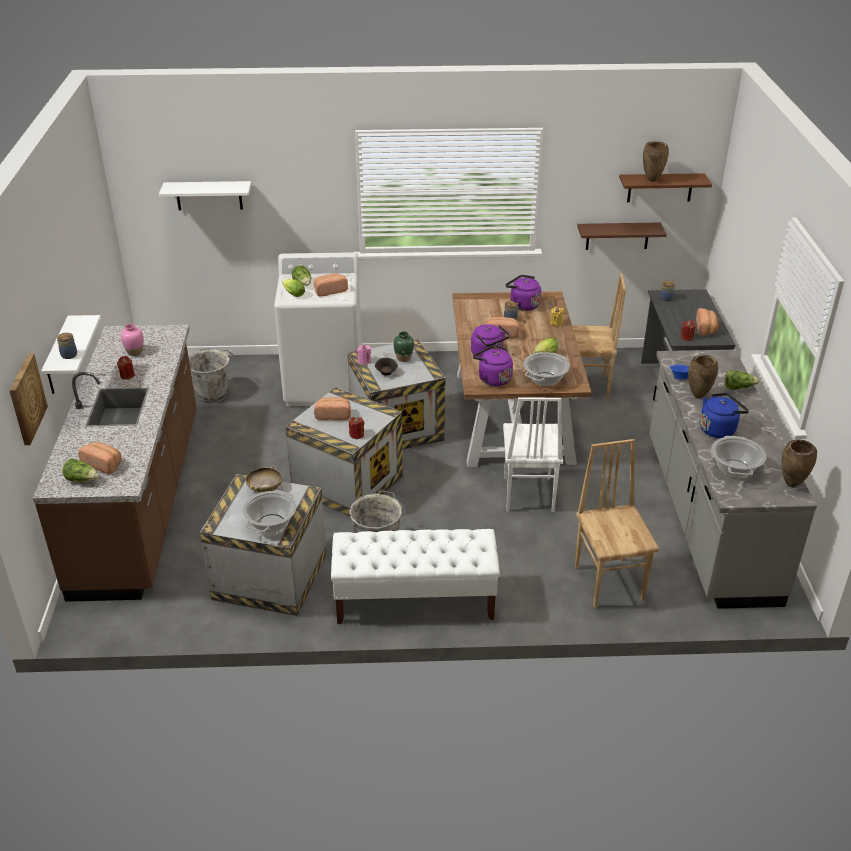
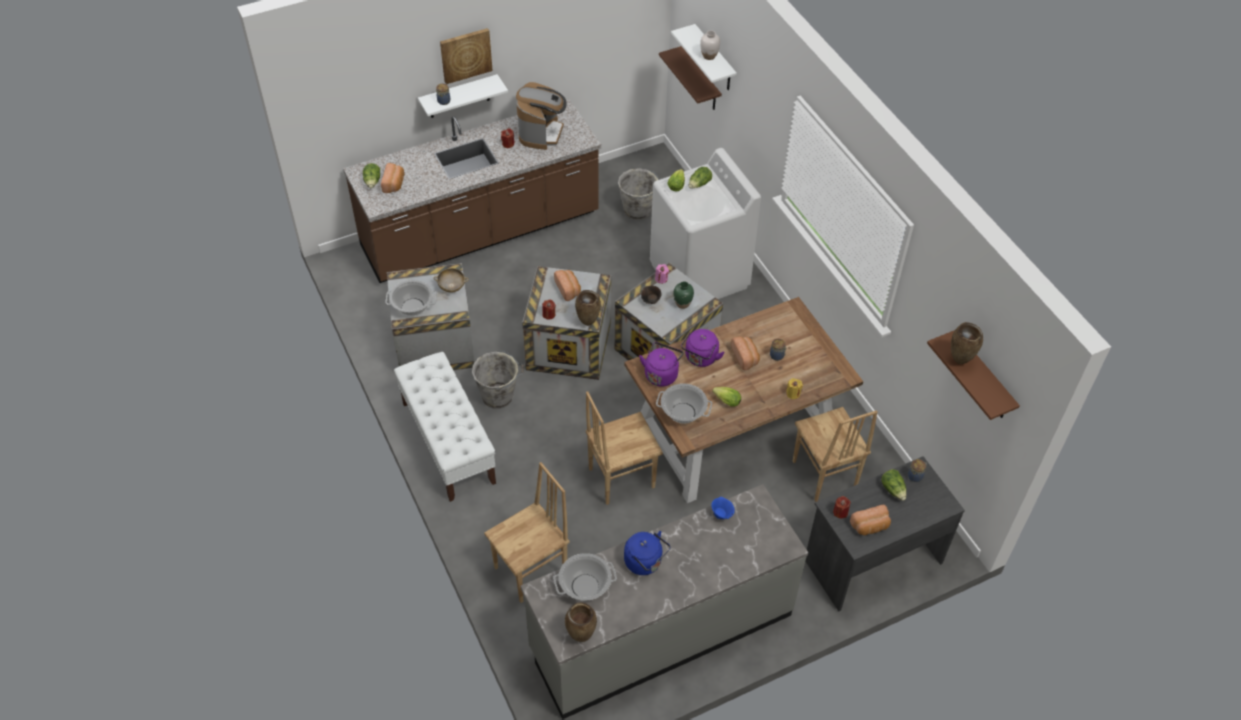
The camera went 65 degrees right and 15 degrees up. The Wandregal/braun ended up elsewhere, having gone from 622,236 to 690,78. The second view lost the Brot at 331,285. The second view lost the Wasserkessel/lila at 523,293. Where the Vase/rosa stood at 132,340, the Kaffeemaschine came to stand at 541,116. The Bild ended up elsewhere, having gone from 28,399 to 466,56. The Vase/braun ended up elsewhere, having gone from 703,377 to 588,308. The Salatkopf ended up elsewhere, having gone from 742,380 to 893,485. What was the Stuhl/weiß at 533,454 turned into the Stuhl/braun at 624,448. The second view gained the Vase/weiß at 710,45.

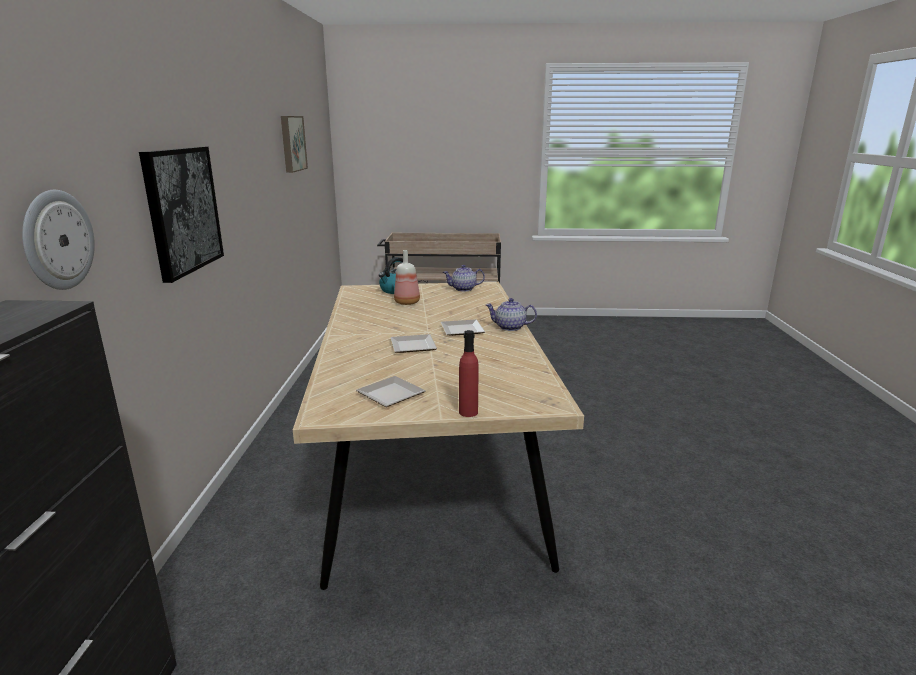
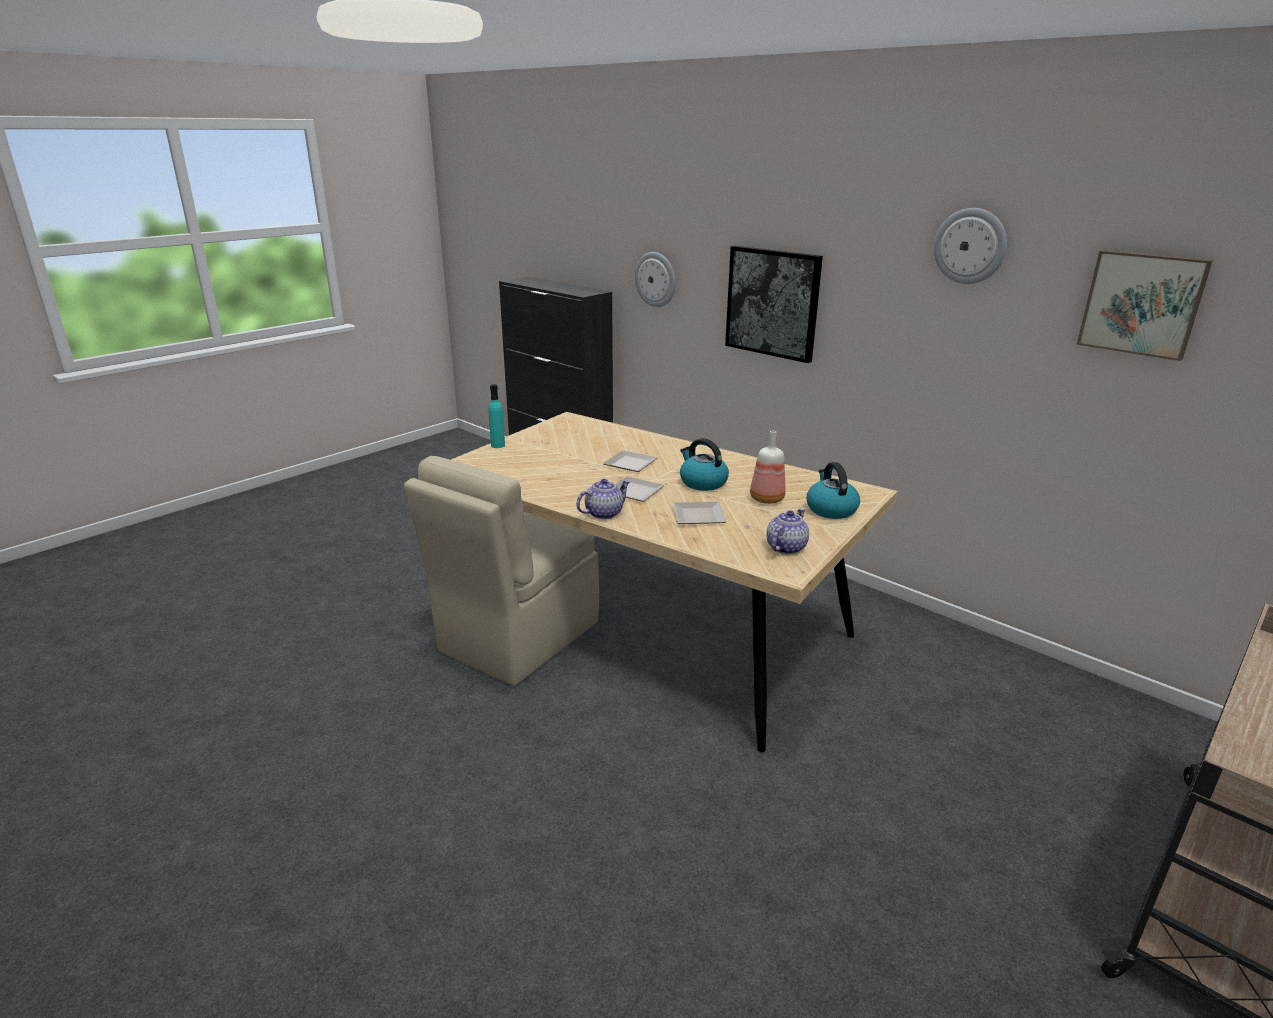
The camera went 130 degrees right and 5 degrees up. What was the Flasche/rot at 468,373 turned into the Flasche/türkis at 496,416. The Teller ended up elsewhere, having gone from 391,391 to 699,513. The second view gained the Wanduhr at 970,246. The second view gained the Wasserkessel at 704,464. The second view gained the Stuhl/beige at 501,571.

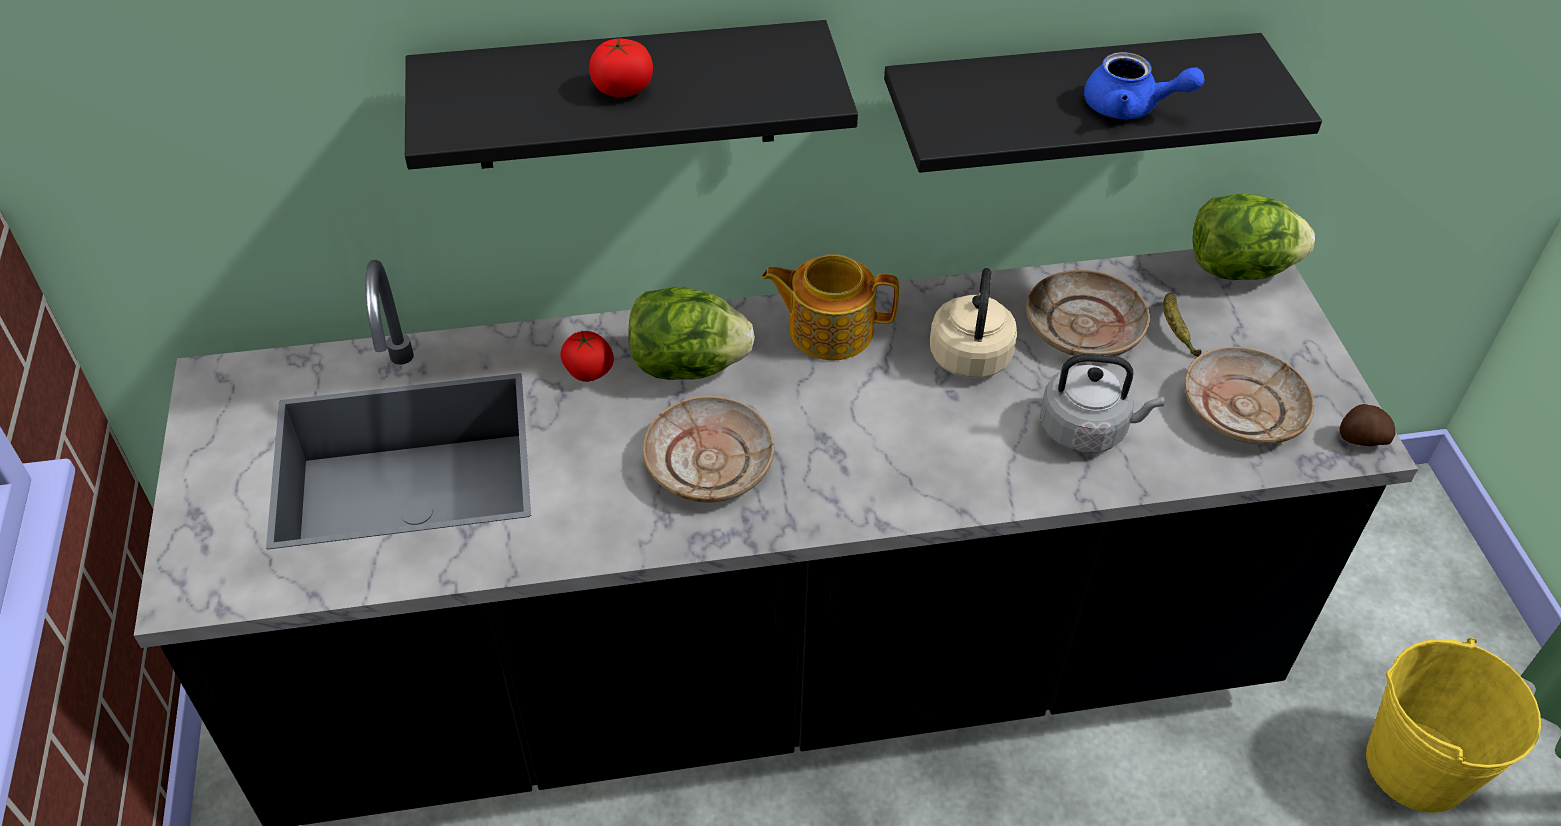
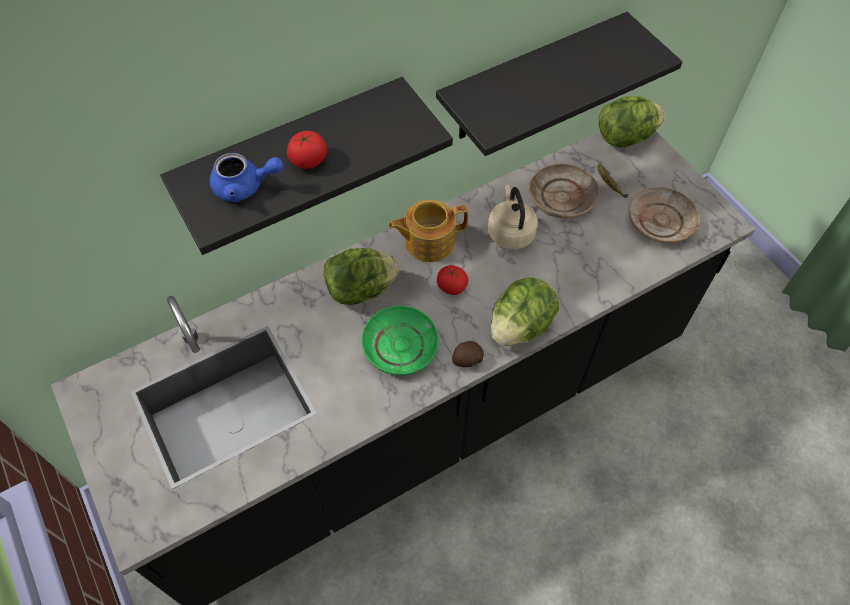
The camera went 20 degrees left and 10 degrees up. The Teekanne/blau ended up elsewhere, having gone from 1144,85 to 247,177. The Tomate ended up elsewhere, having gone from 587,356 to 453,280. The second view lost the Wasserkessel/grau at 1102,403. What was the Teller/beige at 709,449 turned into the Teller/grün at 400,340. The Kartoffel ended up elsewhere, having gone from 1367,425 to 468,354. The second view lost the Eimer/gelb at 1453,725. The second view gained the Salatkopf at 525,311.

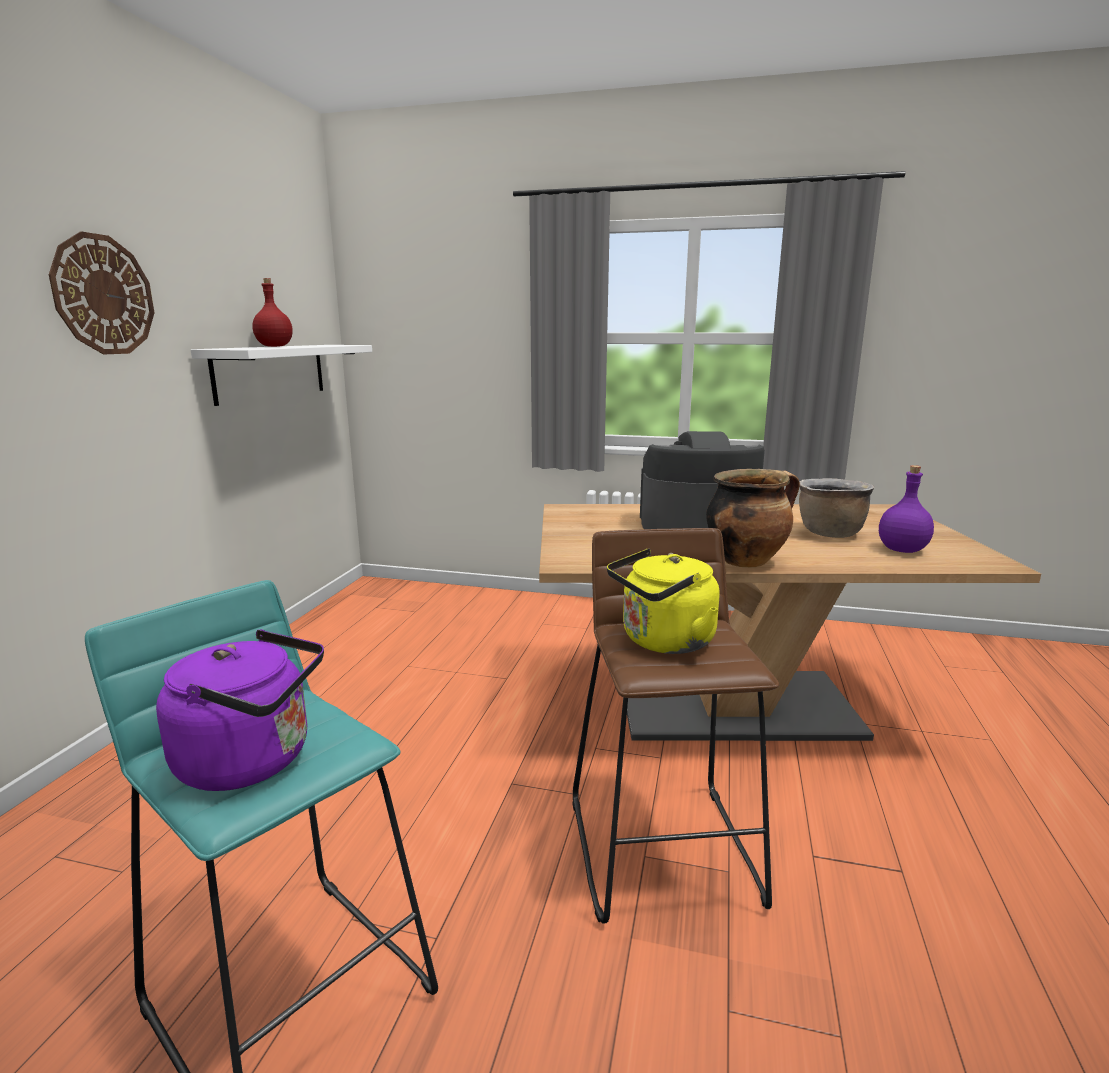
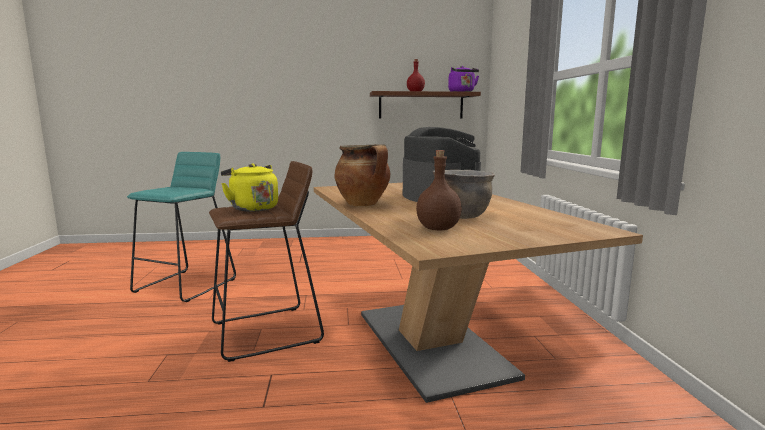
The camera went 70 degrees right and 5 degrees down. The second view lost the Wanduhr at 101,292. What was the Wandregal/weiß at 281,375 turned into the Wandregal/braun at 425,104. What was the Flasche/lila at 906,509 turned into the Flasche/braun at 439,190. The Wasserkessel/lila ended up elsewhere, having gone from 240,710 to 463,79.

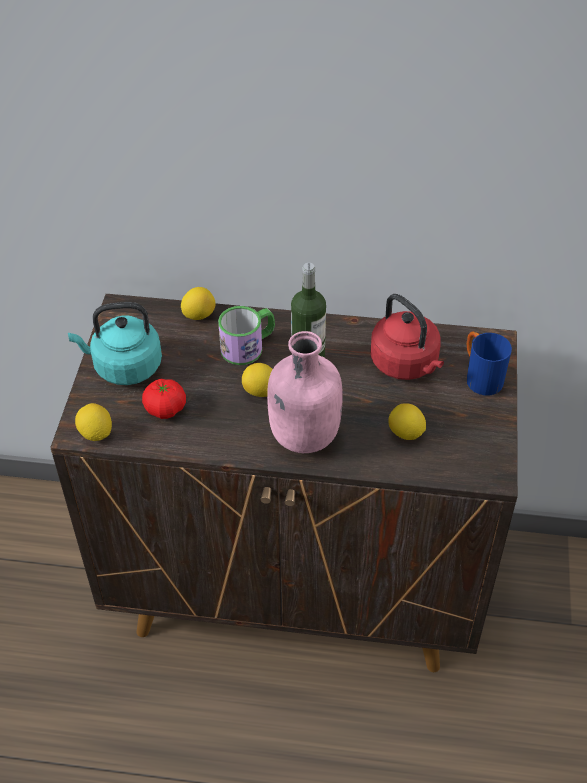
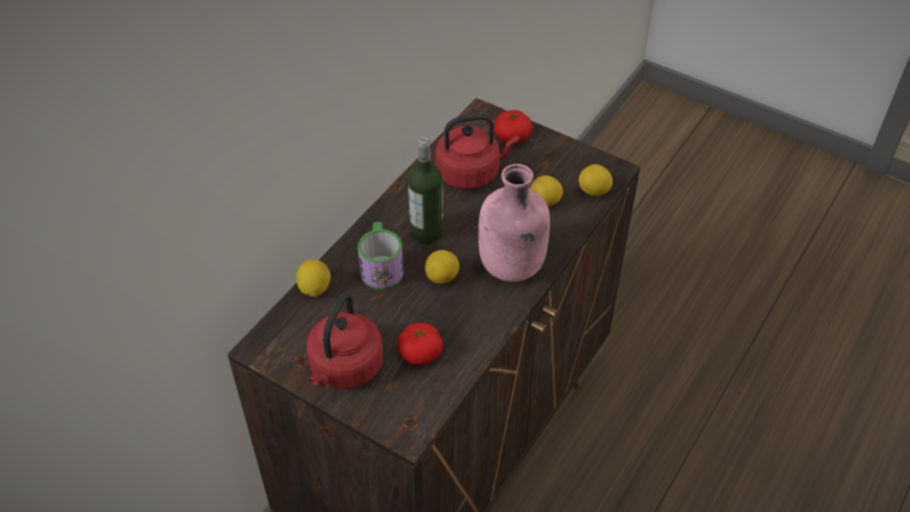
The camera went 65 degrees left and 0 degrees up. What was the Wasserkessel/türkis at 115,343 turned into the Wasserkessel/rot at 345,341. Where the Henkelbecher/blau stood at 489,364, the Tomate came to stand at 513,127. The Zitrone ended up elsewhere, having gone from 93,422 to 596,180.

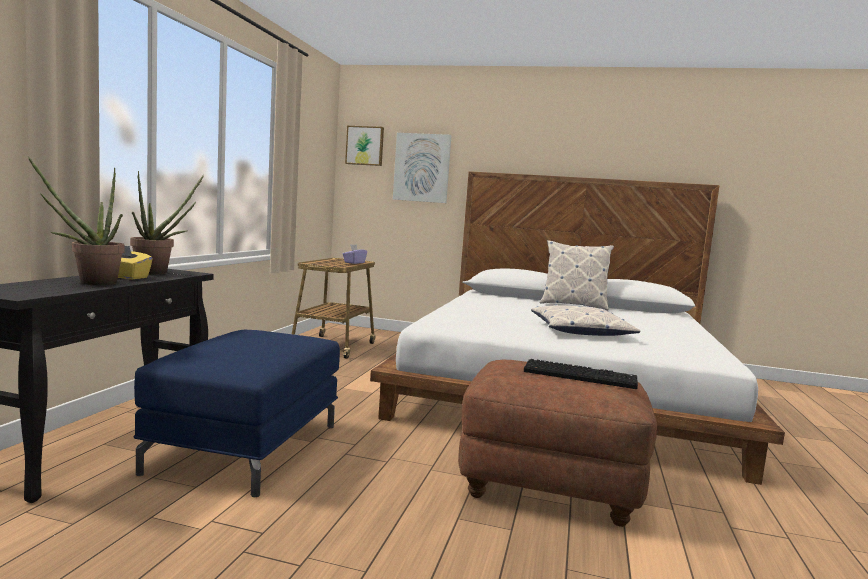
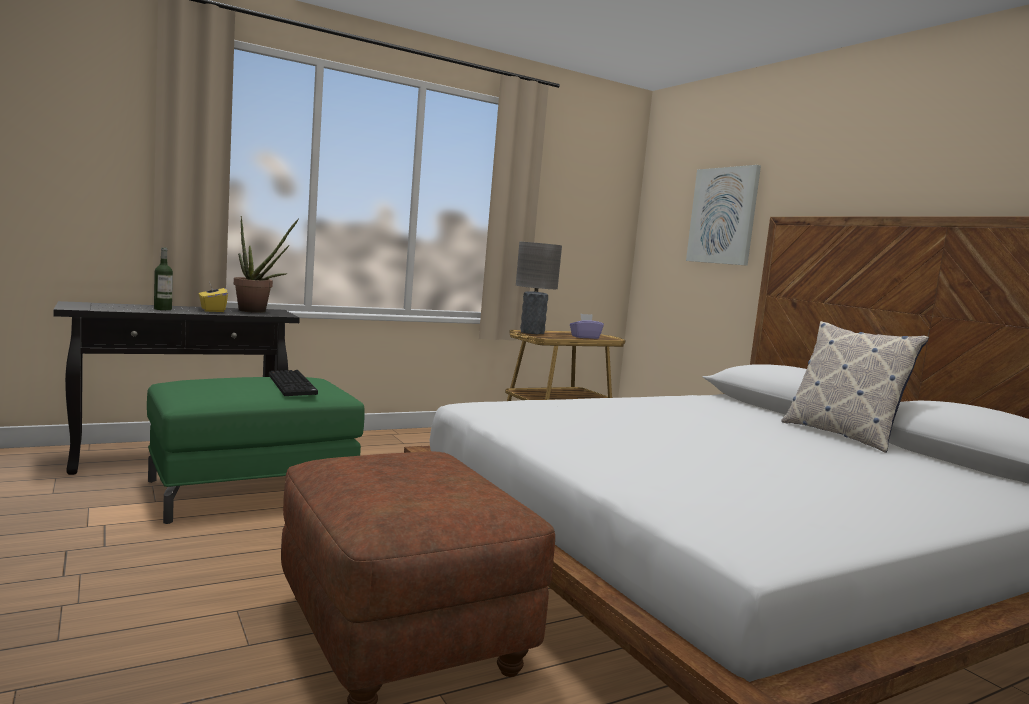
The camera went 45 degrees right and 0 degrees up. The second view lost the Bild at 364,146. Where the Topfpflanze stood at 75,220, the Flasche came to stand at 163,278. The second view lost the Kissen at 586,320. What was the Polsterhocker/blau at 236,413 turned into the Polsterhocker/grün at 255,450. The Tastatur ended up elsewhere, having gone from 581,374 to 293,383. The second view gained the Tischlampe/grau at 539,288.

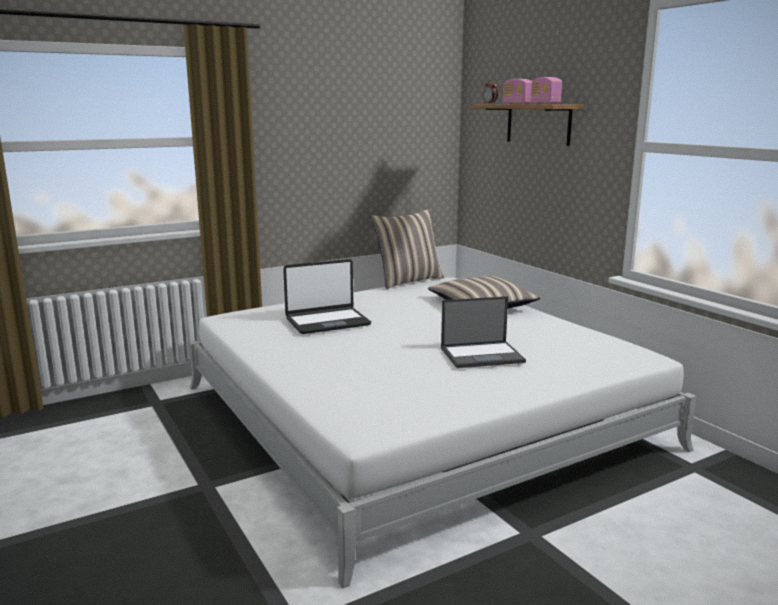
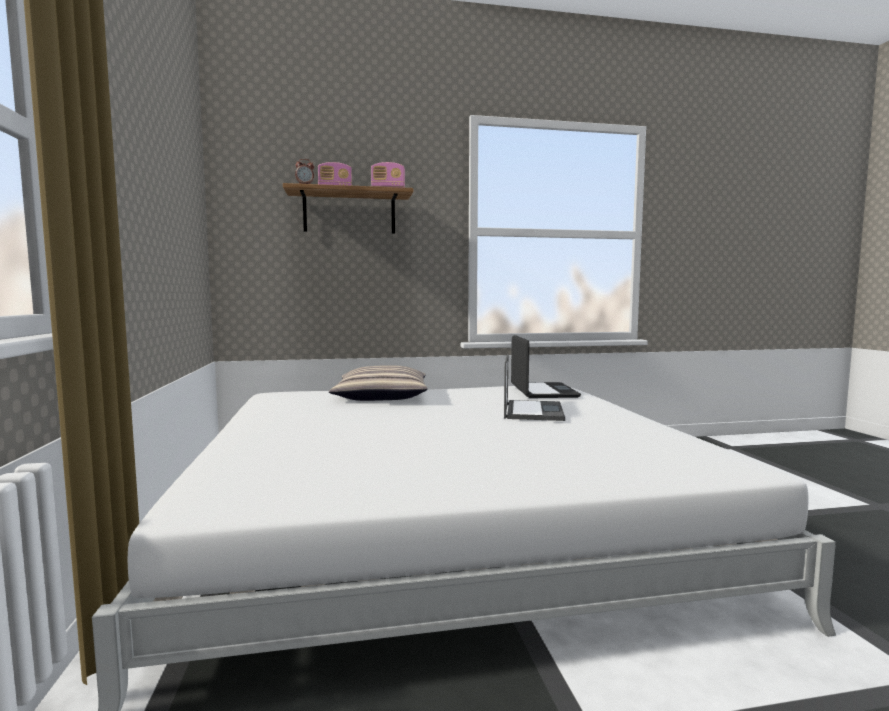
The camera went 70 degrees left and 10 degrees down. The second view lost the Kissen at 407,249. The Laptop ended up elsewhere, having gone from 327,296 to 546,366.

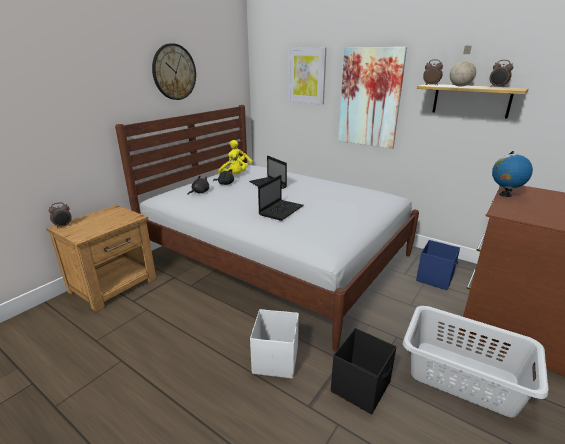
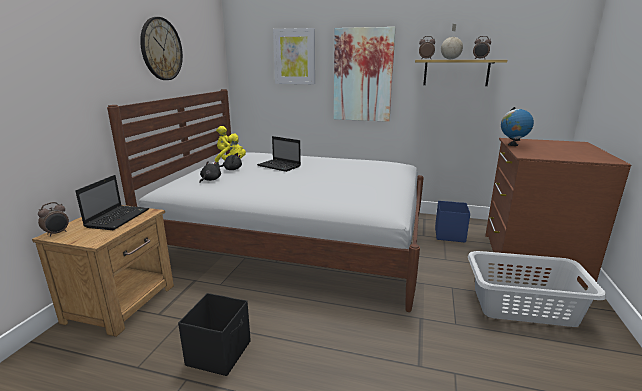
The camera went 20 degrees left and 5 degrees down. The Laptop ended up elsewhere, having gone from 280,198 to 112,202. The second view lost the Aufbewahrungsbox/weiß at 274,344. The Aufbewahrungsbox/schwarz ended up elsewhere, having gone from 364,371 to 214,334.

